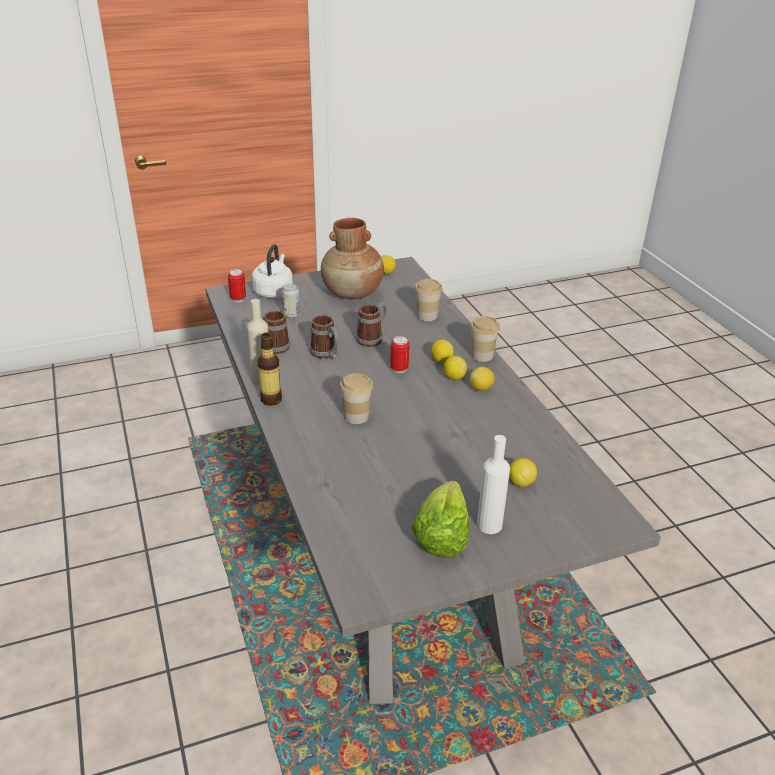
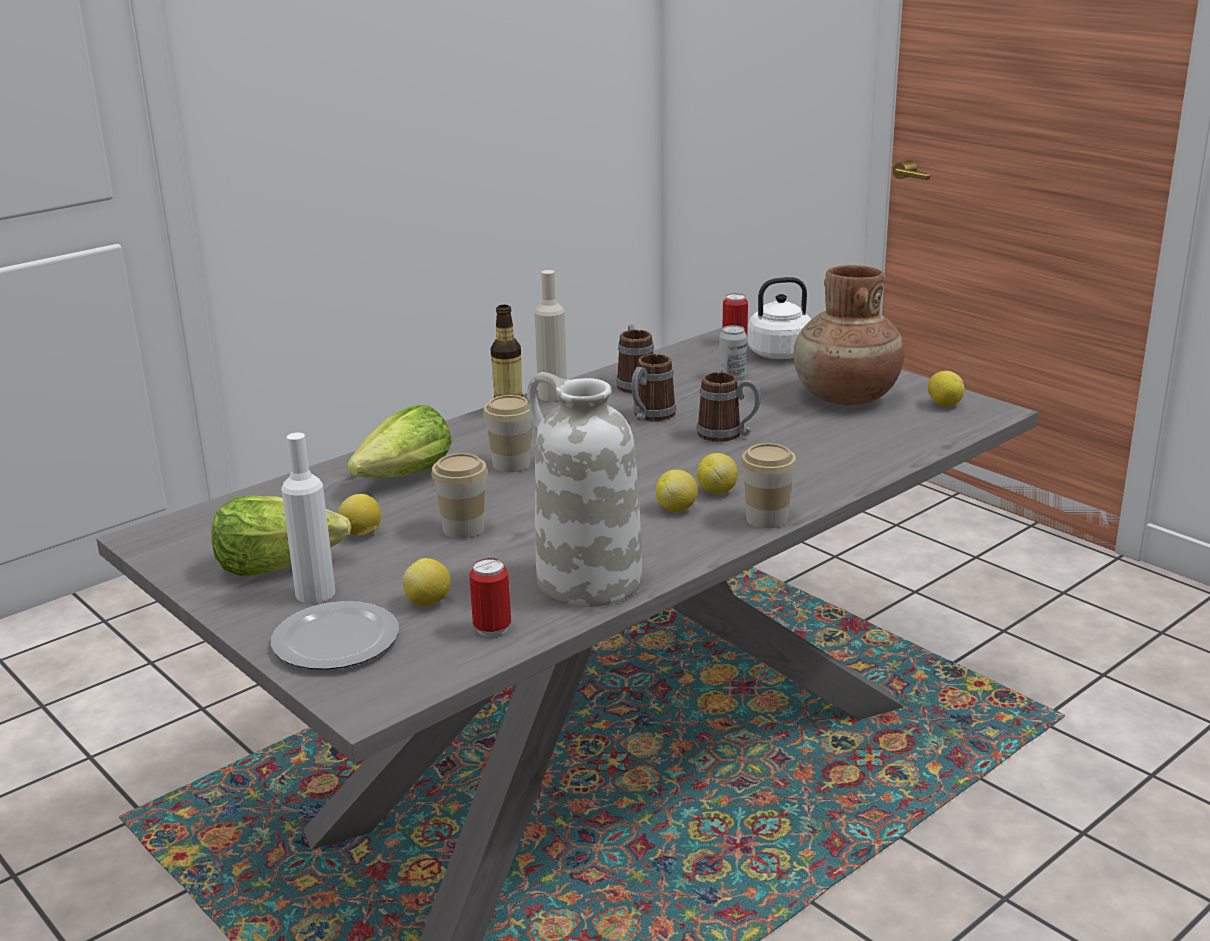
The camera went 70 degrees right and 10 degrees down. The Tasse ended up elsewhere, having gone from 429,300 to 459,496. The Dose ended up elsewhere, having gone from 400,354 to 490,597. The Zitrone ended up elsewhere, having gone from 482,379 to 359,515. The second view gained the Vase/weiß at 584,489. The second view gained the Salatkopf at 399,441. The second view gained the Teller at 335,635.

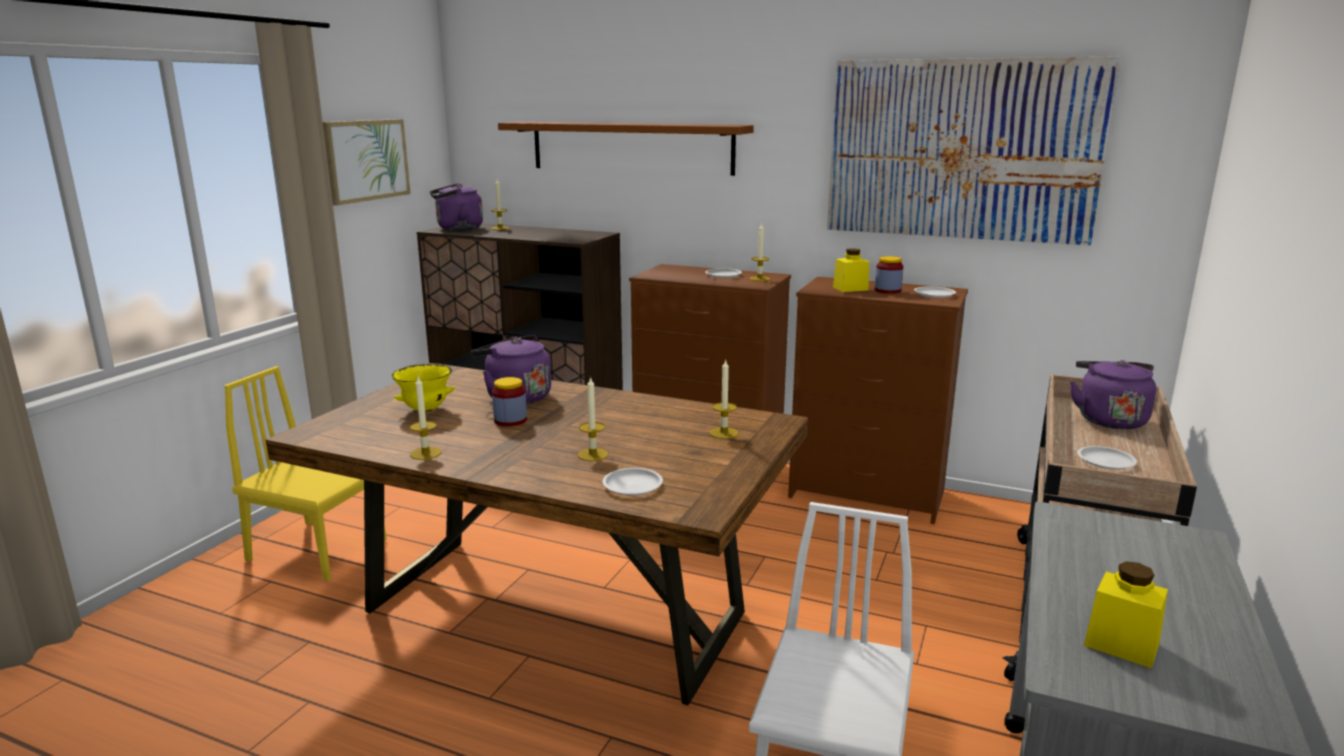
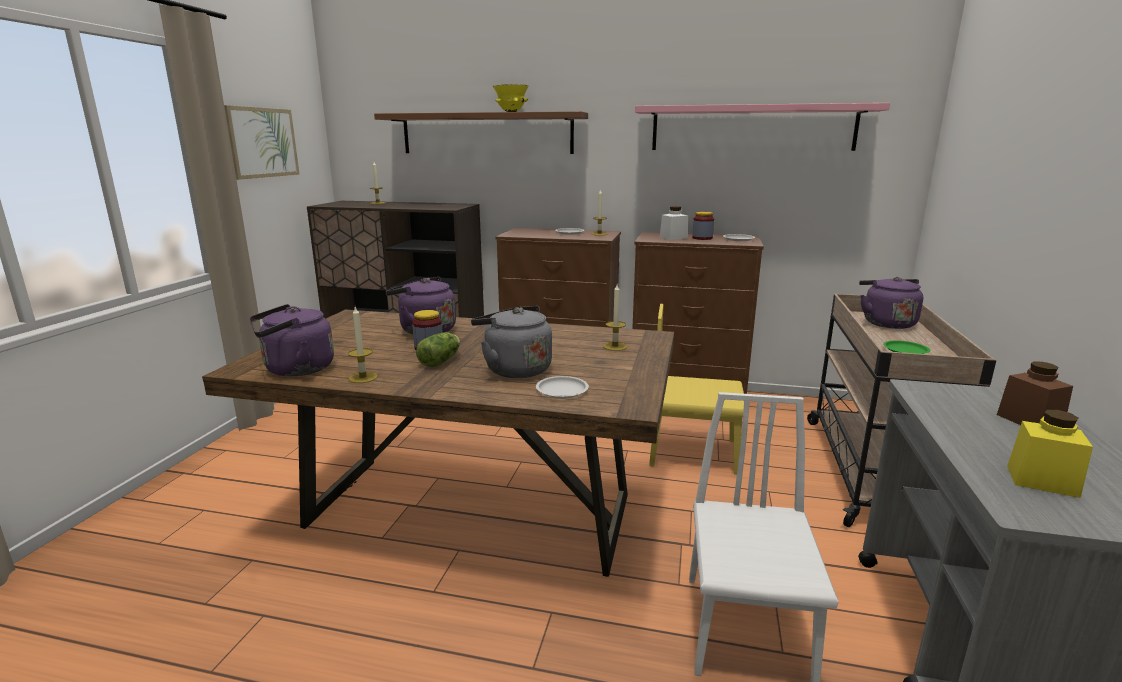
The camera went 10 degrees left and 0 degrees up. Where the Bild hung at 973,151, the Wandregal/rosa came to hang at 762,127. The Wasserkessel/lila ended up elsewhere, having gone from 456,206 to 291,340. What was the Vorratsglas/gelb at 851,270 turned into the Vorratsglas/weiß at 674,223. The Schüssel/gelb ended up elsewhere, having gone from 423,387 to 511,98. The Stuhl/gelb ended up elsewhere, having gone from 305,473 to 696,389. Where the Kerze stood at 593,418, the Wasserkessel/grau came to stand at 511,342. What was the Teller/weiß at 1107,457 turned into the Teller/grün at 907,347. The second view gained the Salatkopf at 438,349. The second view gained the Vorratsglas/braun at 1035,393.

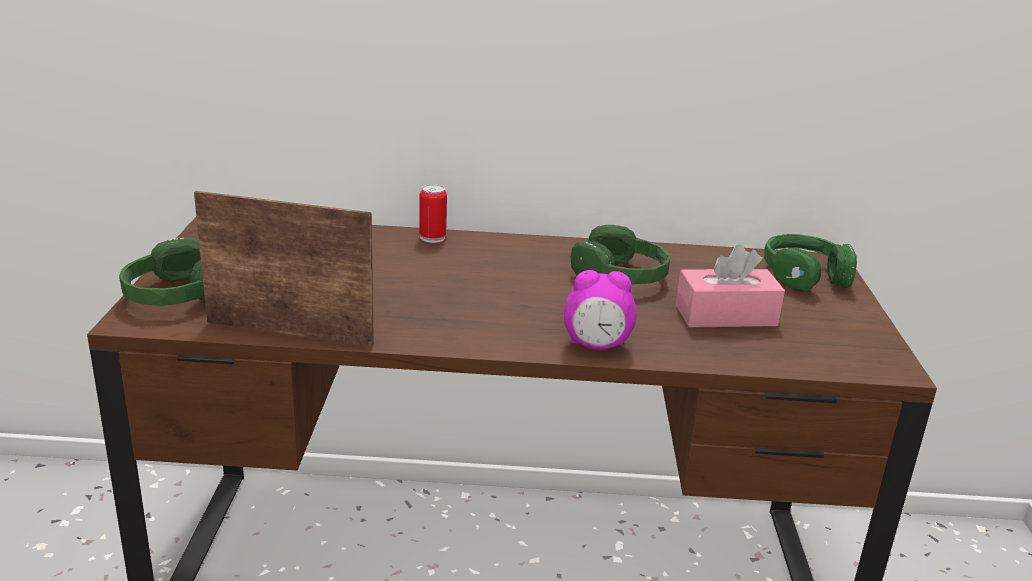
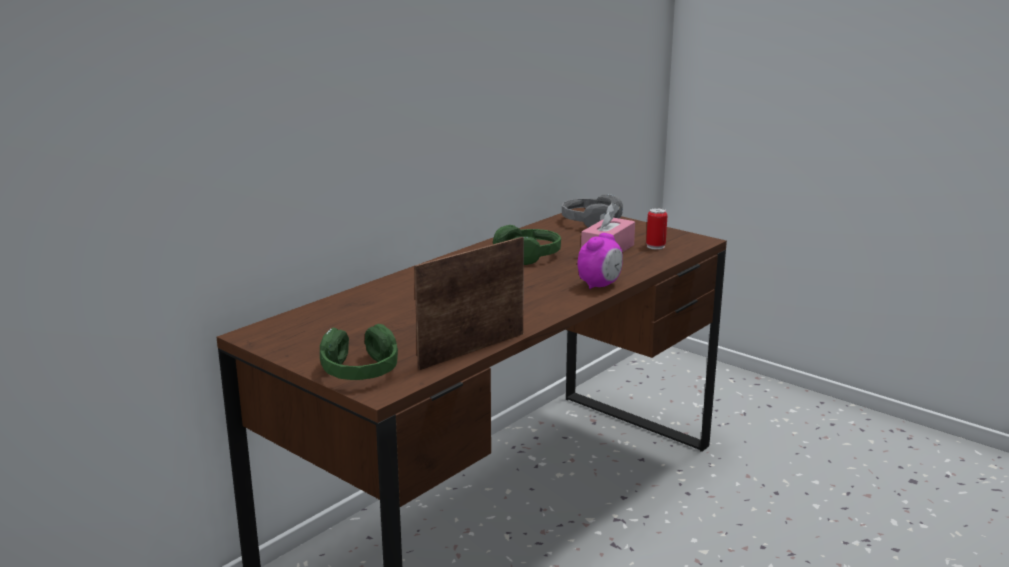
The camera went 50 degrees left and 5 degrees down. The Dose ended up elsewhere, having gone from 433,213 to 657,229. What was the Kopfhörer/grün at 810,263 turned into the Kopfhörer/grau at 592,211.

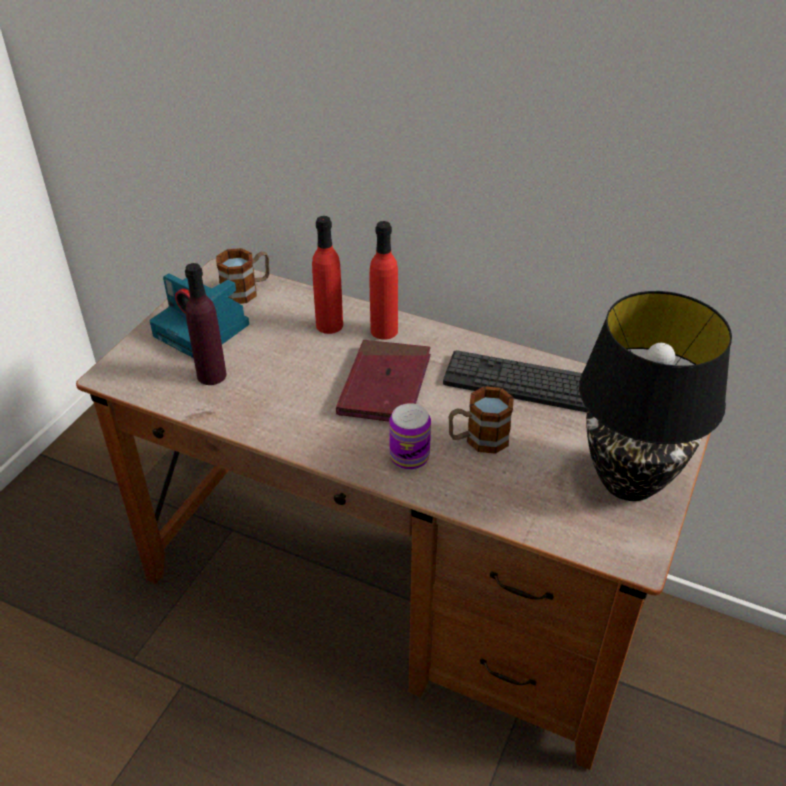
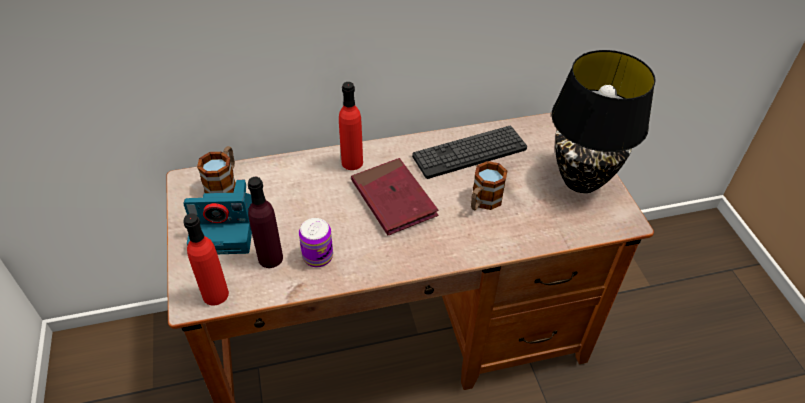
The camera went 40 degrees left and 5 degrees up. The Flasche/rot ended up elsewhere, having gone from 327,275 to 206,259. The Dose ended up elsewhere, having gone from 410,436 to 316,242.

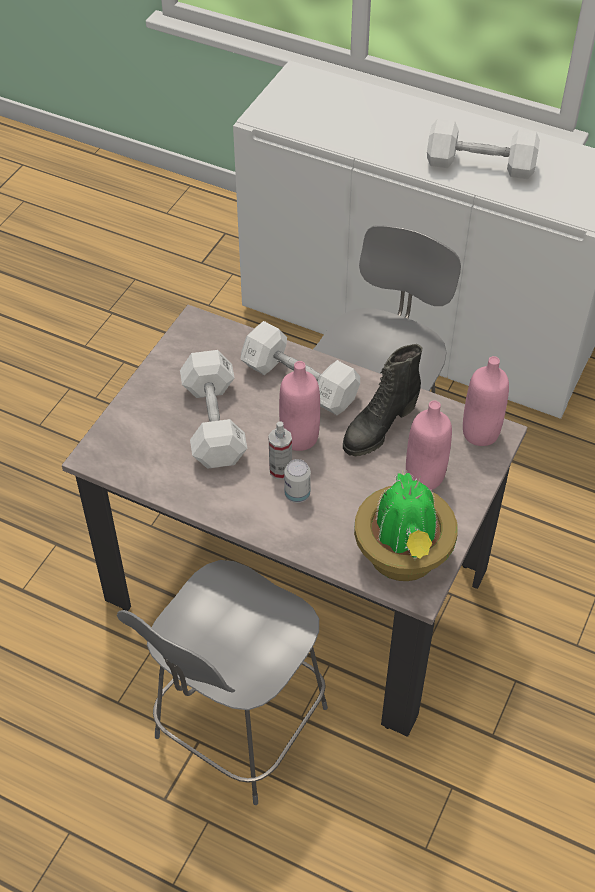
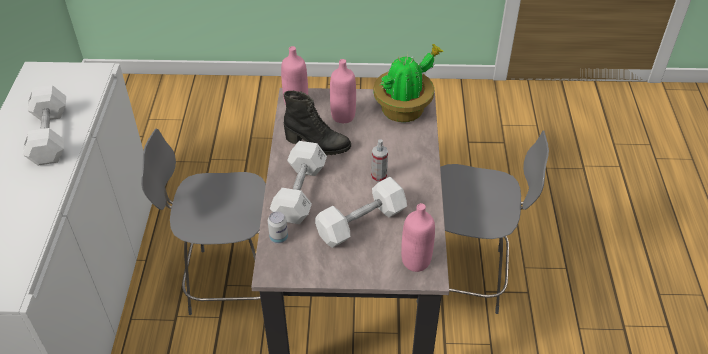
The camera went 115 degrees left and 5 degrees down. The Flasche/rosa ended up elsewhere, having gone from 299,406 to 418,237. The Dose ended up elsewhere, having gone from 297,481 to 278,227.

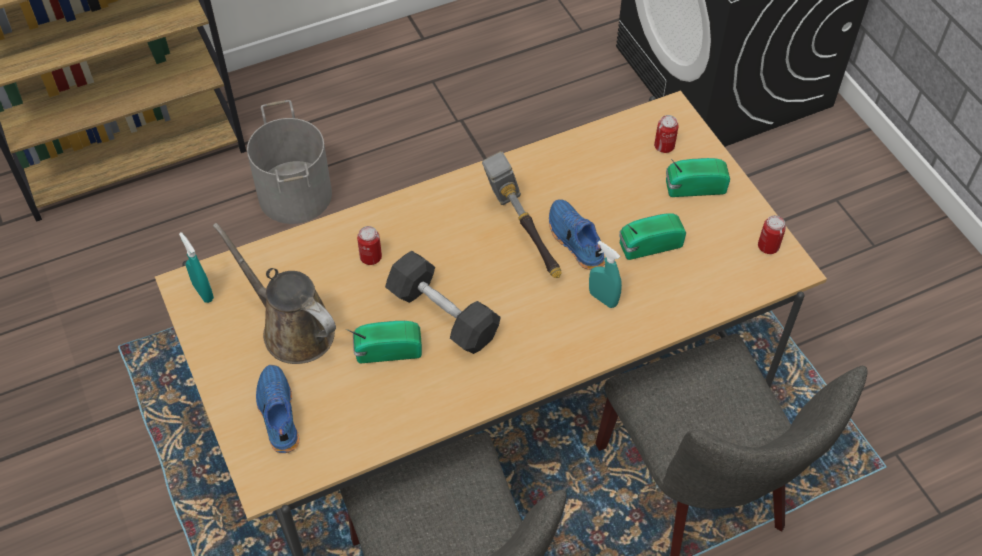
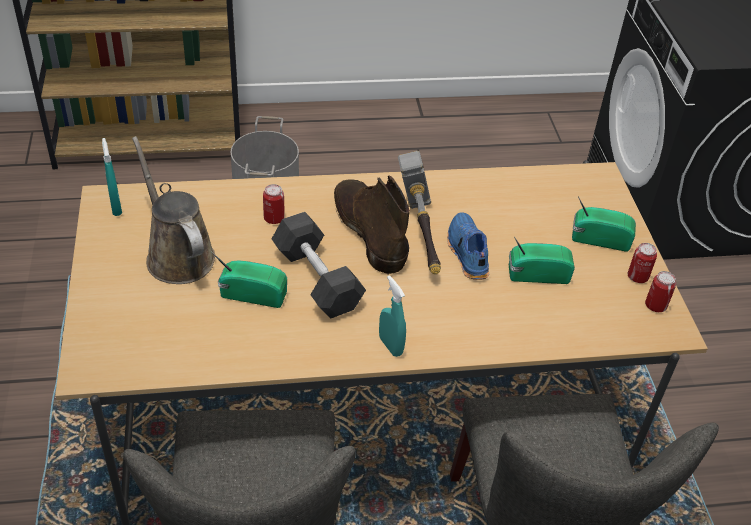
The camera went 15 degrees right and 10 degrees down. The Dose ended up elsewhere, having gone from 666,134 to 642,263. The Sprühflasche/türkis ended up elsewhere, having gone from 605,274 to 392,316. The second view lost the Schuh/blau at 277,409. The second view gained the Stiefel/braun at 372,225.

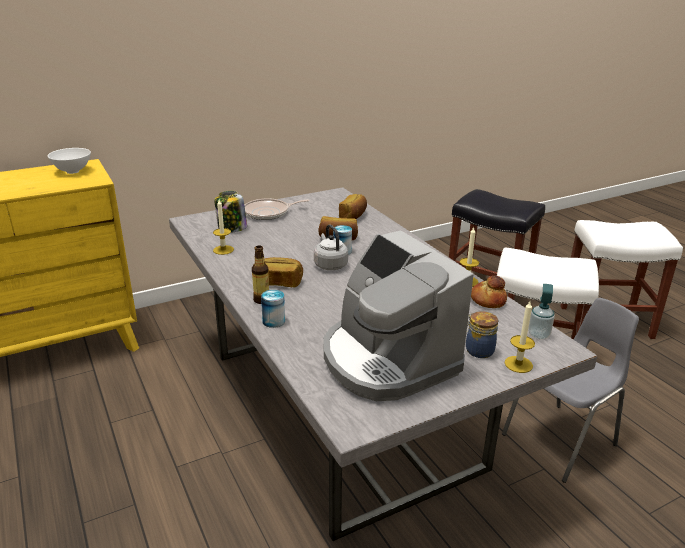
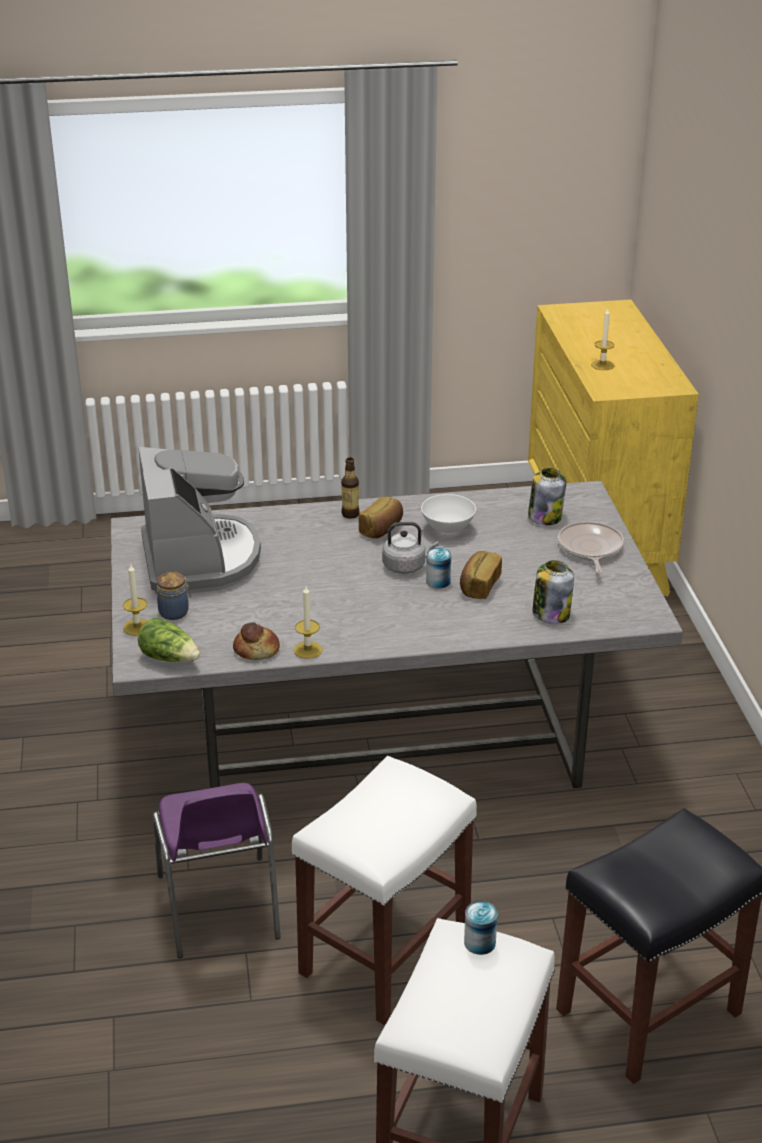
The camera went 110 degrees right and 5 degrees up. The Schüssel/weiß ended up elsewhere, having gone from 69,161 to 448,514. Where the Brot stood at 353,206, the Vorratsglas came to stand at 553,592. The Kerze ended up elsewhere, having gone from 223,227 to 602,339. The Kaffeemaschine at 398,315 ended up facing another way, 90 degrees clockwise from before. Where the Seifenspender stood at 541,312, the Salatkopf came to stand at 169,639. The Dose ended up elsewhere, having gone from 273,309 to 481,928. What was the Stuhl/grau at 570,390 turned into the Stuhl/lila at 217,870.

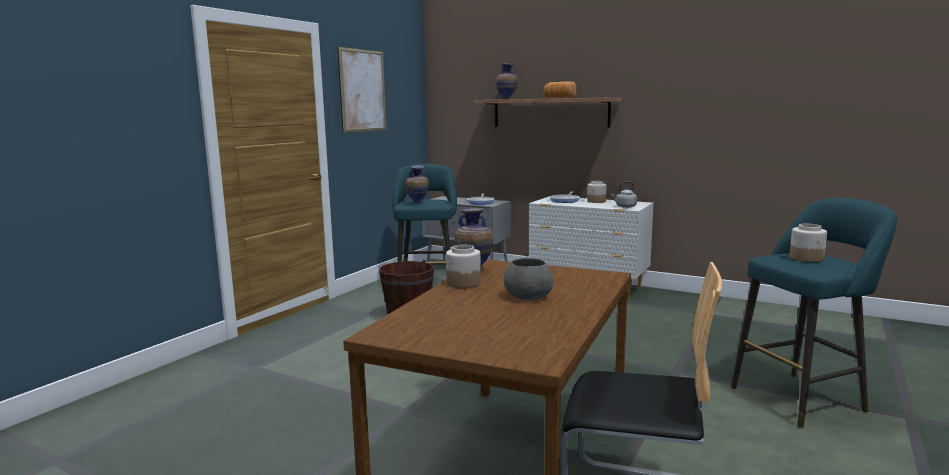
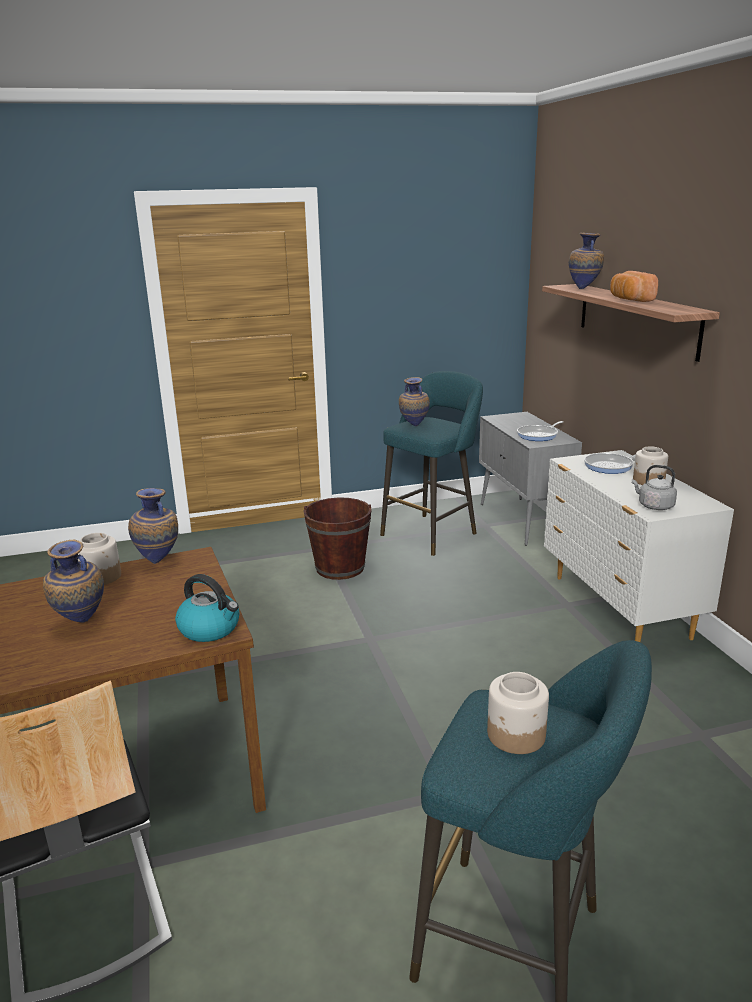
The camera went 45 degrees right and 10 degrees up. The second view lost the Bild at 362,90. Where the Schüssel/grau stood at 528,279, the Vase came to stand at 73,581. The second view gained the Wasserkessel at 207,608.

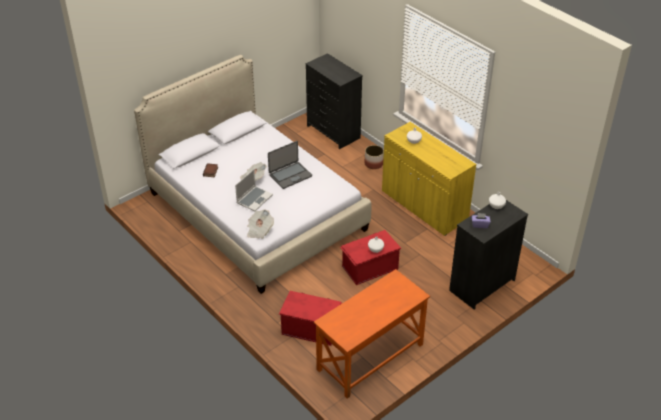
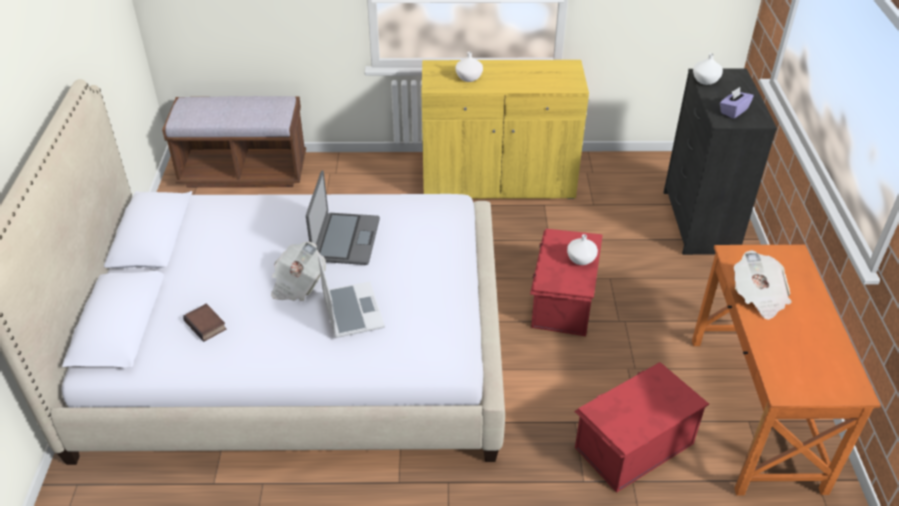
The camera went 50 degrees left and 0 degrees up. Where the Kommode/schwarz stood at 334,101, the Bank/braun came to stand at 234,142. The second view lost the Pflanzkübel at 374,157. The Zeitung ended up elsewhere, having gone from 260,224 to 762,285.

